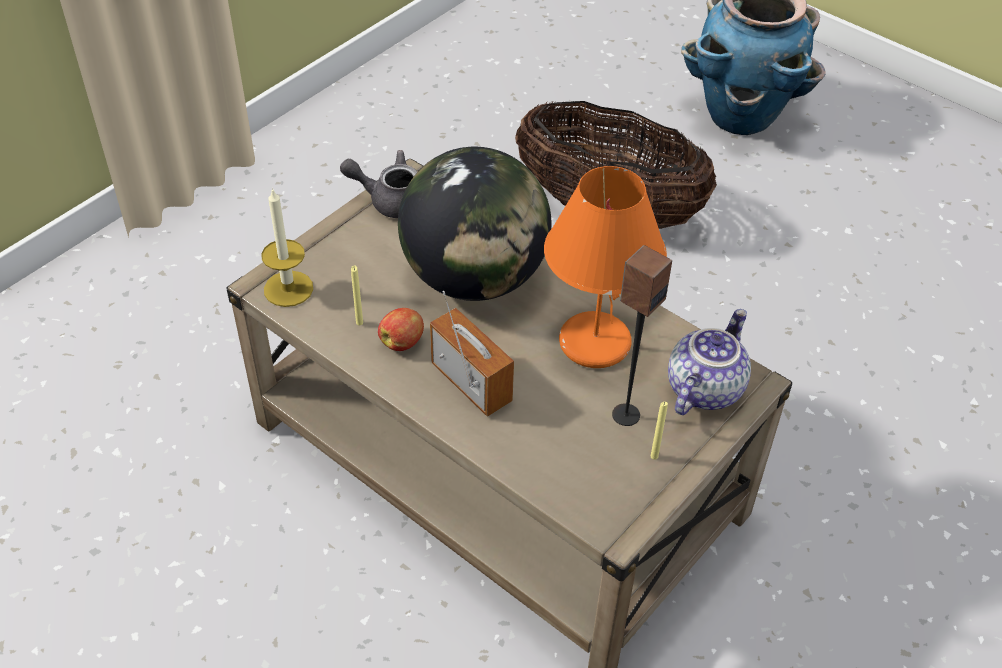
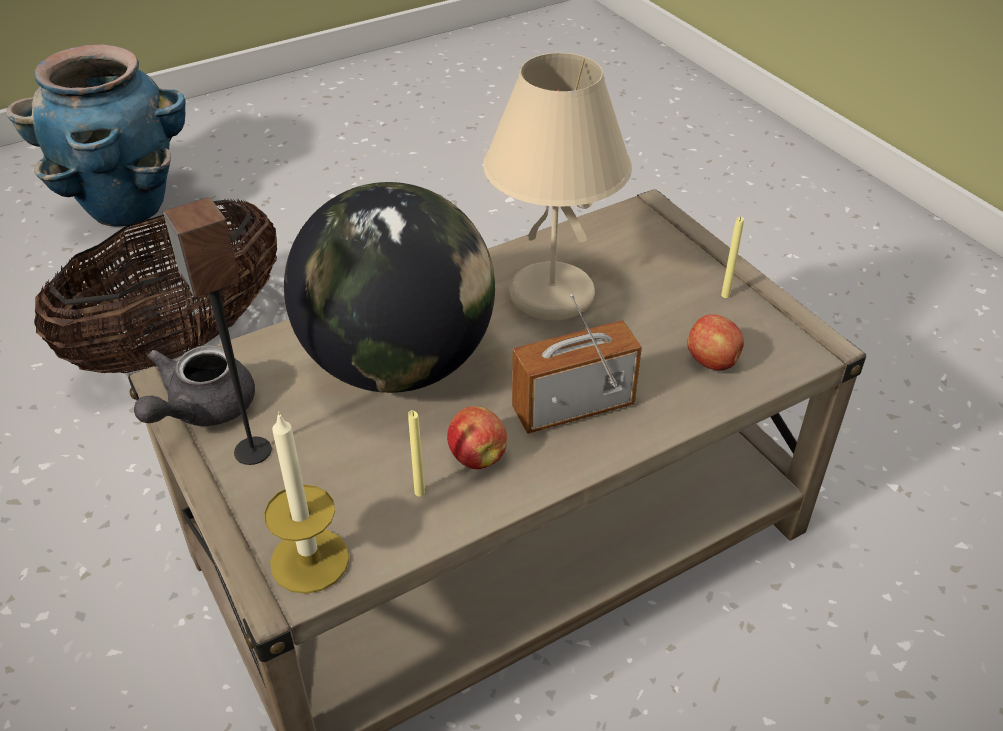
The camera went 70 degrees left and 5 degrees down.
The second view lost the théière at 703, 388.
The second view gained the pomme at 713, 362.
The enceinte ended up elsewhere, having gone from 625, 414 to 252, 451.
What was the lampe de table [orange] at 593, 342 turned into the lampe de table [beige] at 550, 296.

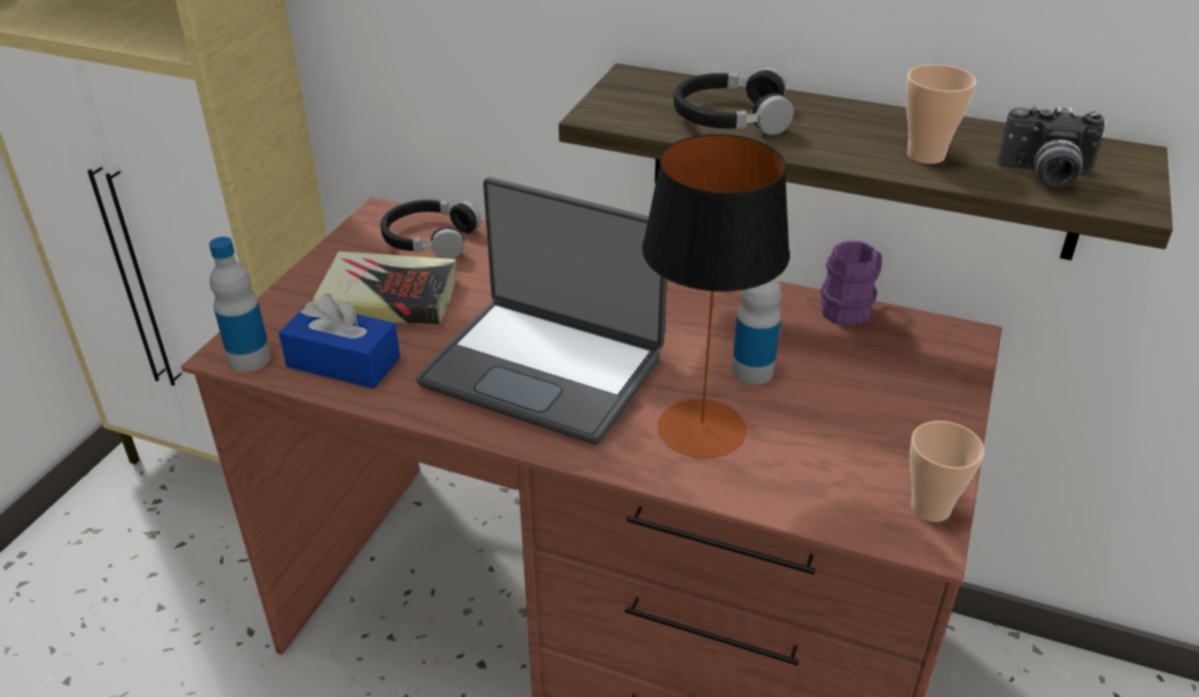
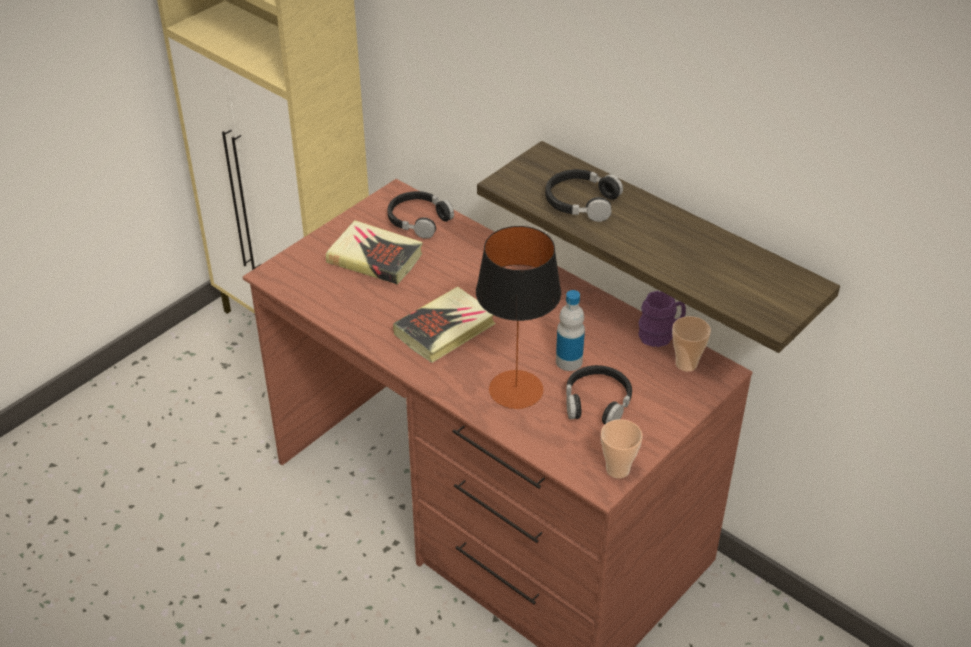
The camera went 20 degrees right and 5 degrees up.
The second view lost the bouteille at 249, 359.
The second view lost the boîte à mouchoirs [bleu] at 343, 362.
The second view lost the appareil photo at 1044, 175.
The second view gained the casque audio [noir] at 597, 402.
The tasse ended up elsewhere, having gone from 925, 155 to 686, 364.
Where the ordinateur portable stood at 545, 369, the livre came to stand at 445, 329.

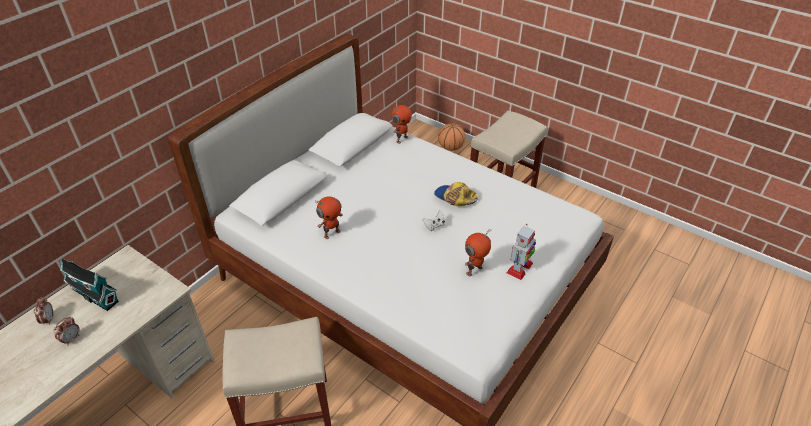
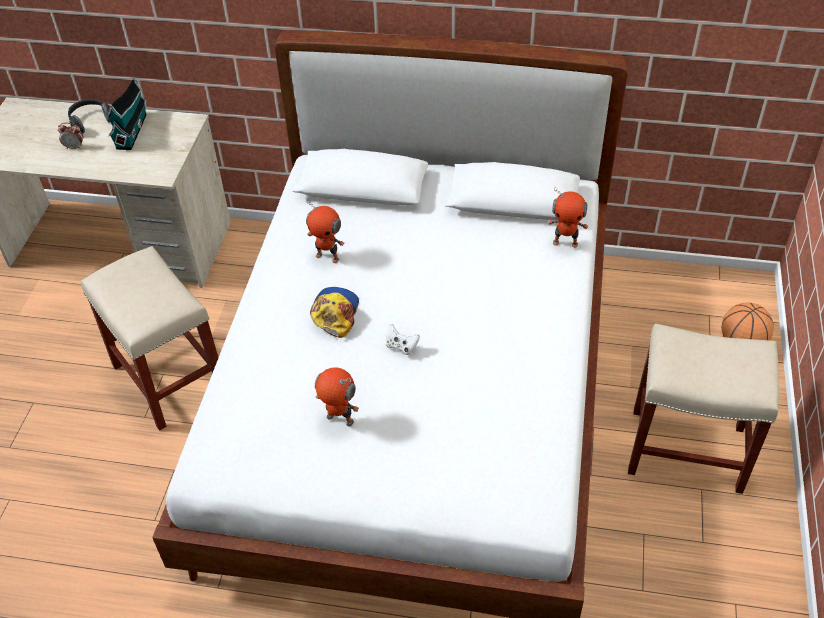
The camera went 65 degrees right and 5 degrees up.
The second view lost the robot jouet at 519, 268.
The casquette ended up elsewhere, having gone from 454, 198 to 335, 313.
Where the réveil stood at 48, 319, the casque audio came to stand at 90, 121.

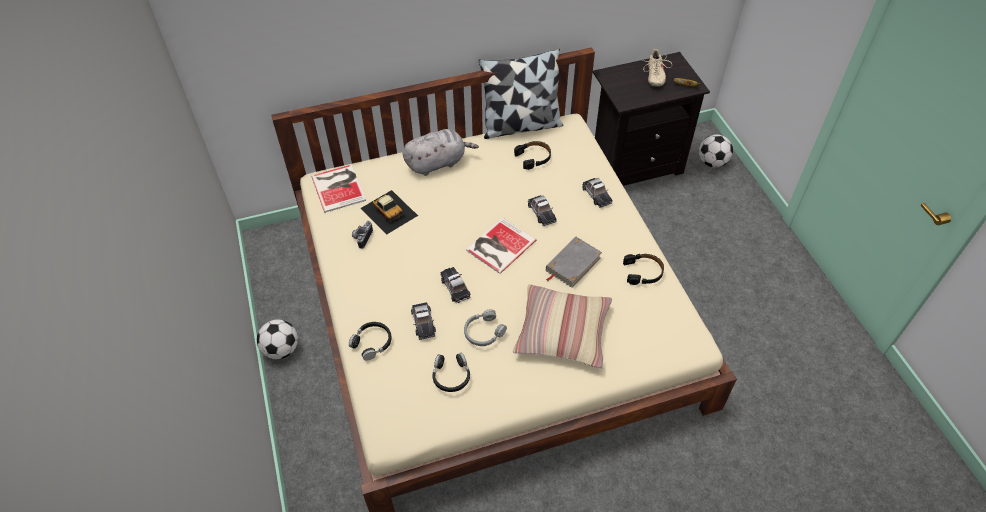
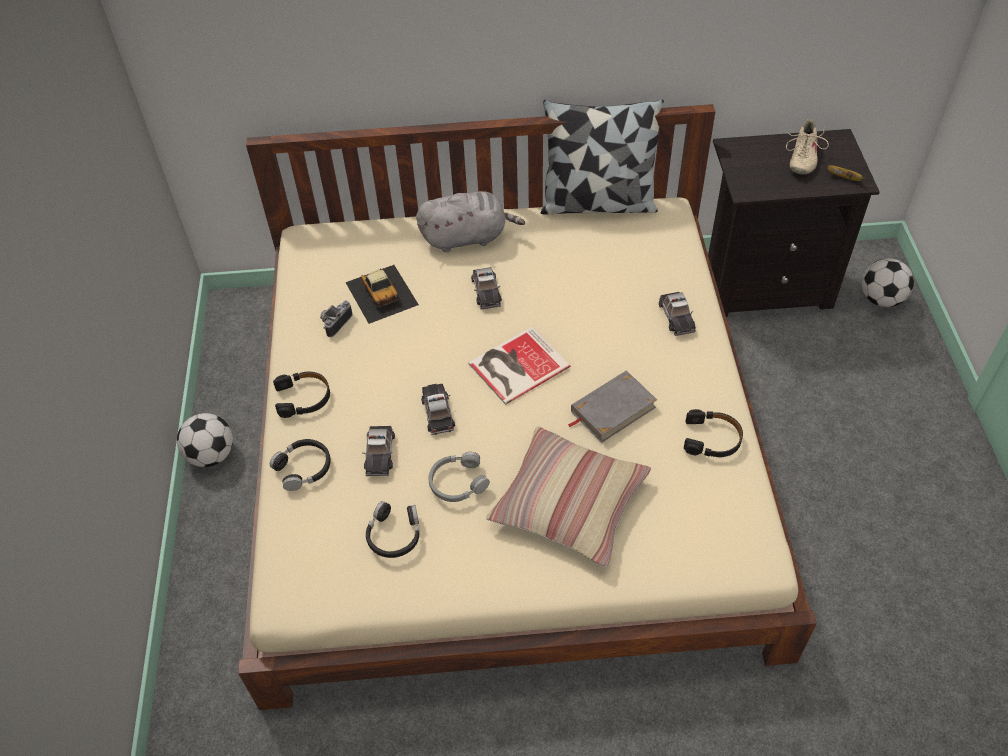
The camera went 15 degrees right and 0 degrees up.
The second view lost the livre at 339, 187.
The casque audio [noir] ended up elsewhere, having gone from 533, 157 to 303, 398.
The petite voiture ended up elsewhere, having gone from 541, 213 to 486, 291.

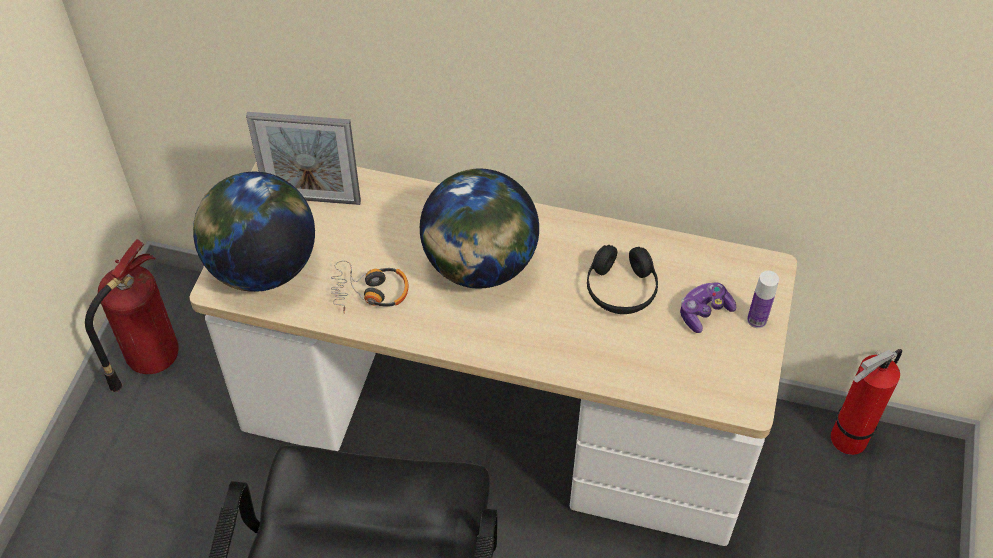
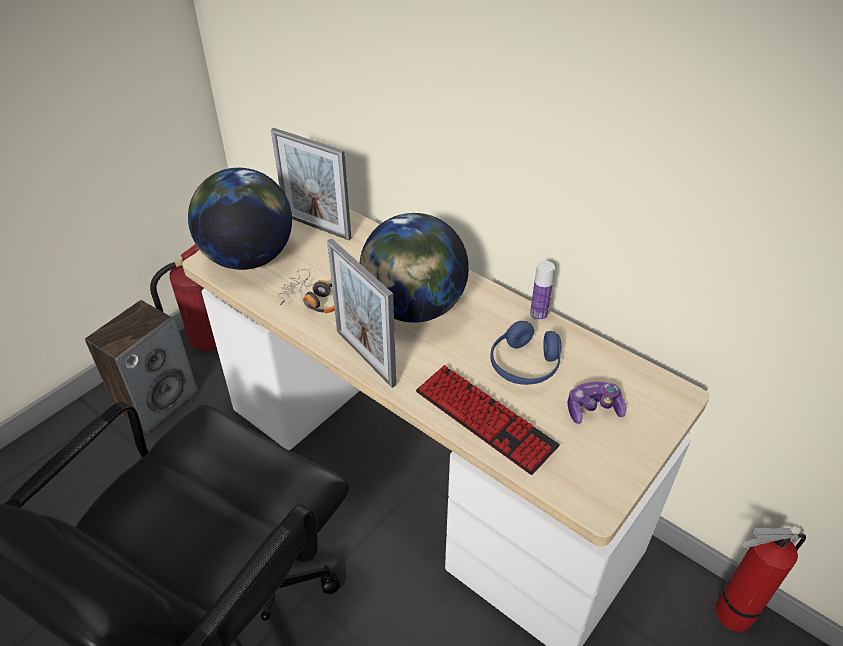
The camera went 25 degrees right and 10 degrees down.
The second view gained the enceinte at 158, 401.
The second view gained the cadre photo at 365, 357.
The second view gained the clavier at 484, 419.
The bouteille ended up elsewhere, having gone from 756, 320 to 538, 314.
What was the casque audio [noir] at 621, 289 turned into the casque audio [bleu] at 524, 365.

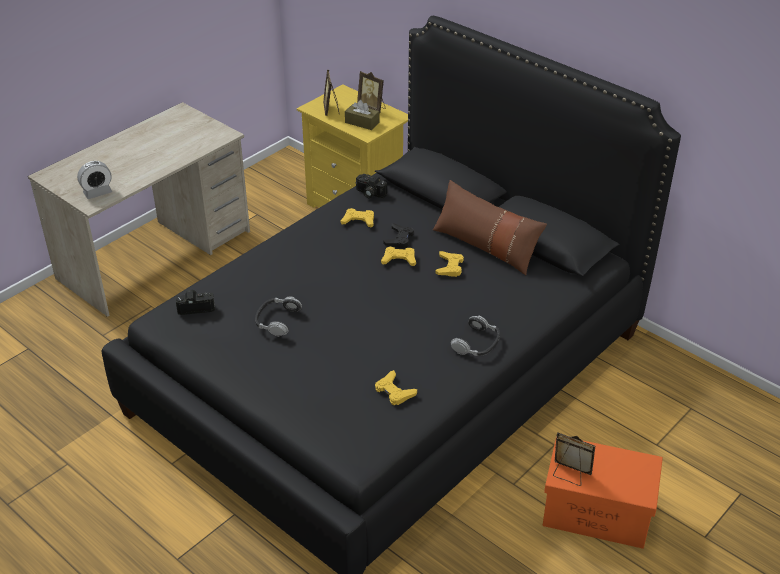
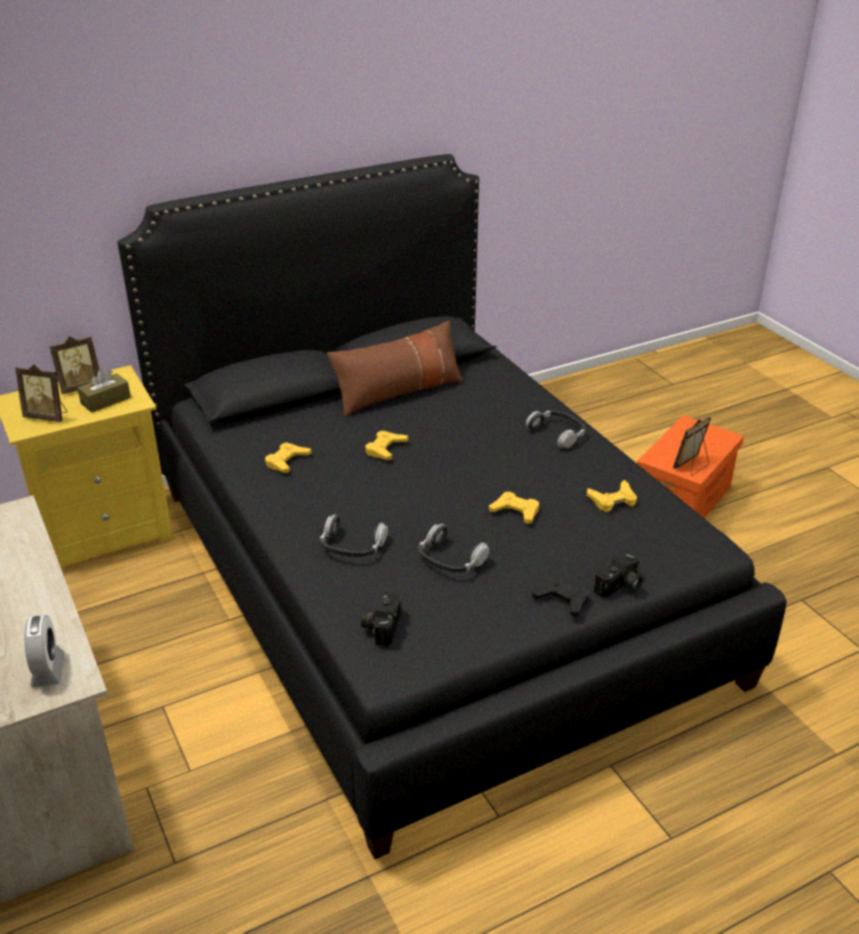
The camera went 70 degrees left and 5 degrees down.
The second view gained the casque audio at 352, 545.
The appareil photo ended up elsewhere, having gone from 369, 193 to 619, 586.
The manette [noir] ended up elsewhere, having gone from 399, 239 to 562, 600.
The manette [jaune] ended up elsewhere, having gone from 449, 267 to 515, 511.

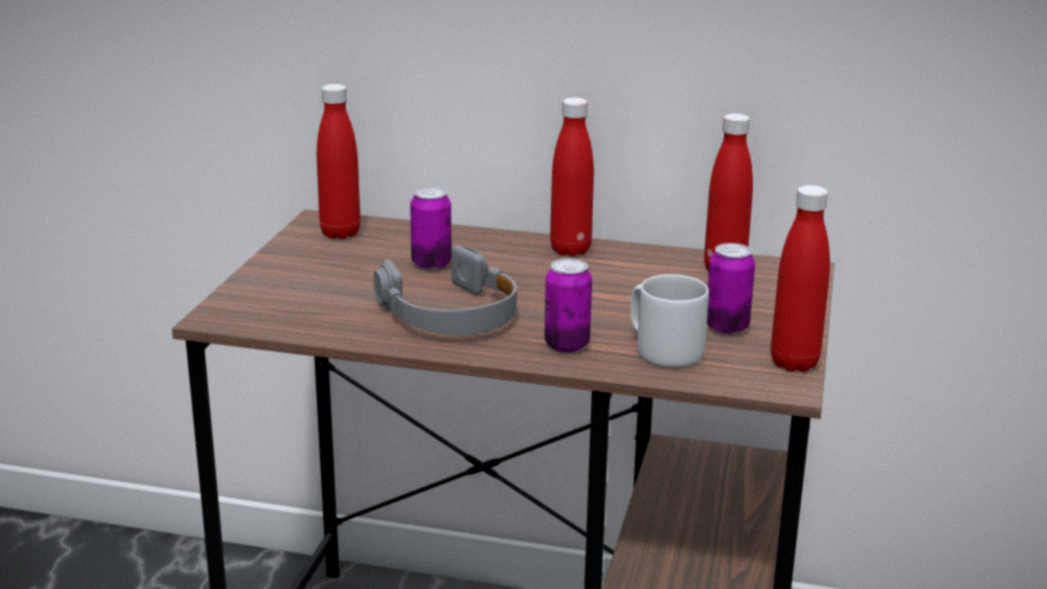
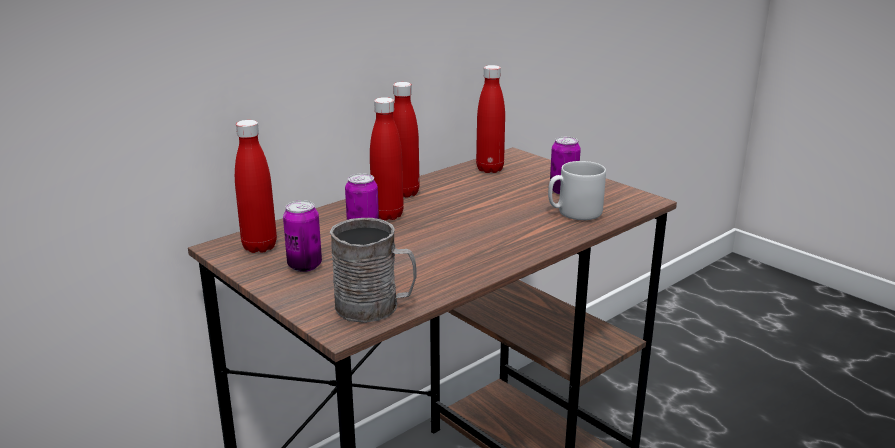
The camera went 55 degrees left and 0 degrees up.
The second view lost the casque audio [gris] at 451, 314.
The second view gained the mug [gris] at 375, 307.
The boîte métallique ended up elsewhere, having gone from 567, 345 to 304, 266.
The bouteille [rouge] ended up elsewhere, having gone from 794, 363 to 387, 215.

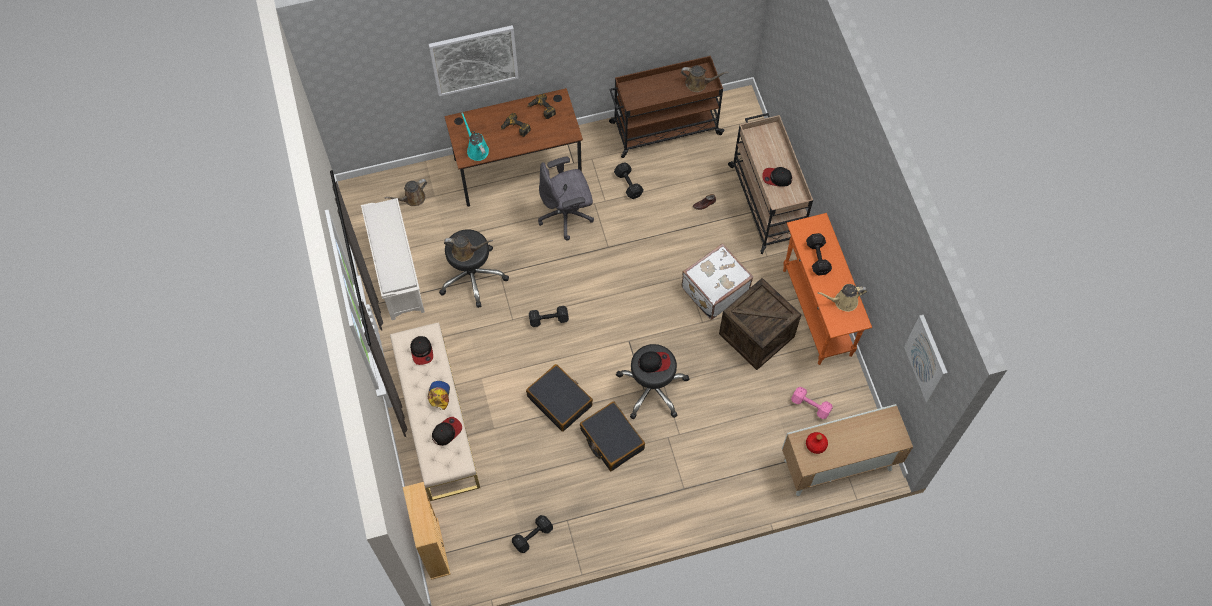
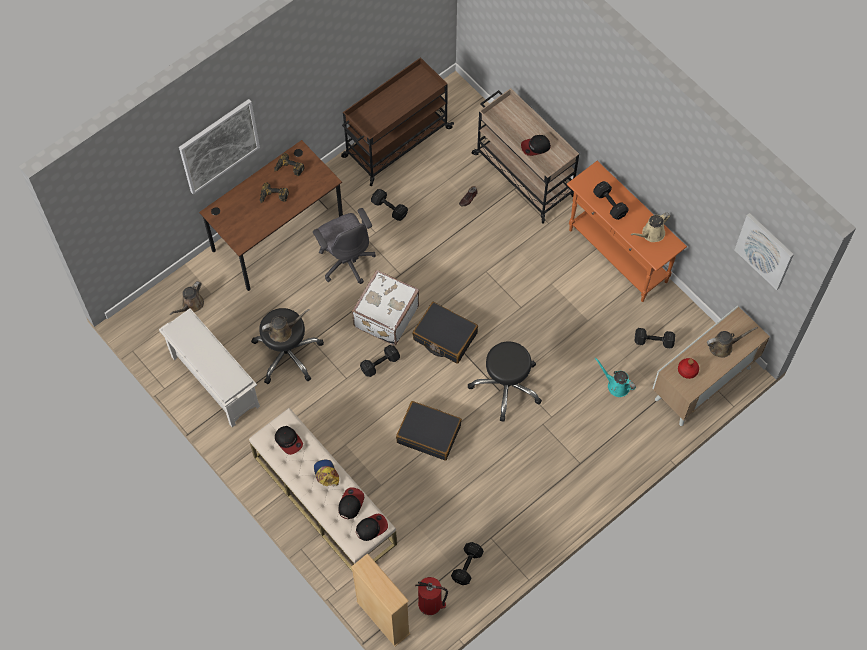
The camera went 25 degrees left and 0 degrees up.
The second view lost the caisse at 756, 335.
The second view gained the extincteur at 430, 604.
The arrosoir [turquoise] ended up elsewhere, having gone from 476, 149 to 616, 385.
The valise [noir] ended up elsewhere, having gone from 611, 439 to 445, 337.
The casquette ended up elsewhere, having gone from 654, 362 to 371, 527.
The arrosoir [marron] ended up elsewhere, having gone from 698, 83 to 723, 346.
The valise [blanc] ended up elsewhere, having gone from 714, 289 to 385, 316.
What was the haltère [rose] at 811, 406 turned into the haltère [noir] at 654, 342.
The chaise de bureau [gris] at 566, 215 ended up facing another way, 75 degrees counterclockwise from before.

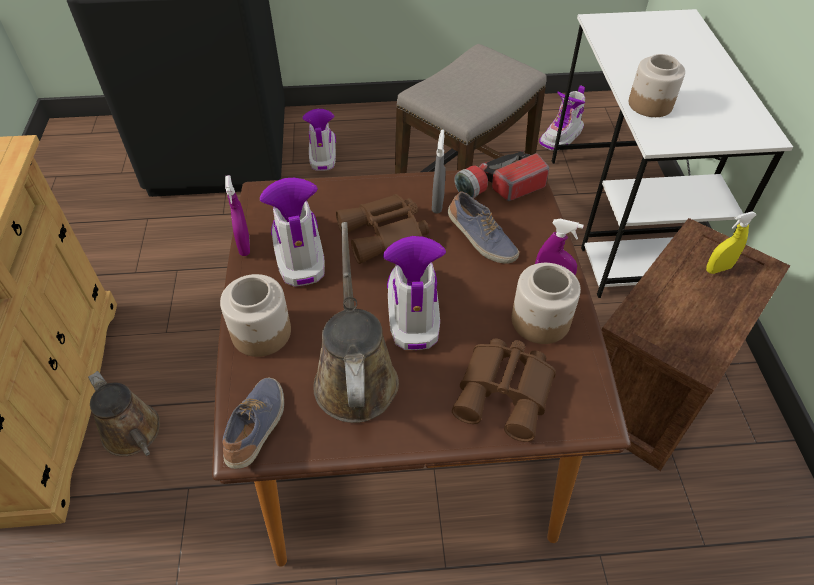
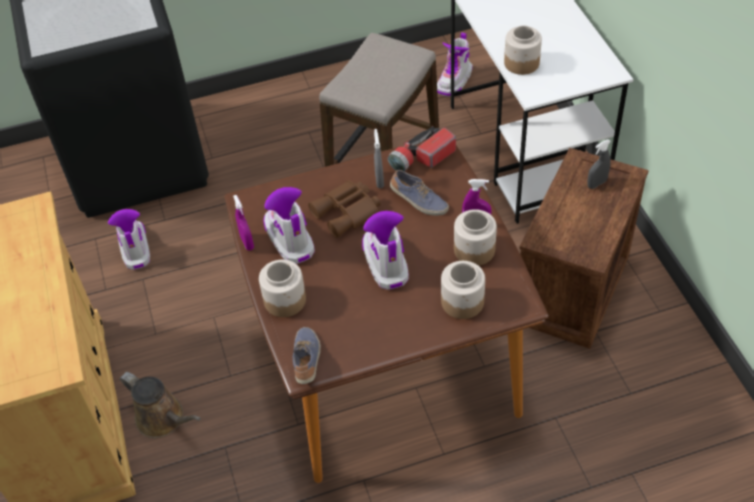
The camera went 10 degrees left and 0 degrees up.
The second view lost the arrosoir [marron] at 355, 376.
The botte ended up elsewhere, having gone from 322, 154 to 135, 248.
Where the jumelles [marron] stood at 506, 392, the bocal came to stand at 463, 301.
What was the vaporisateur [jaune] at 718, 269 turned into the vaporisateur [gris] at 596, 184.

